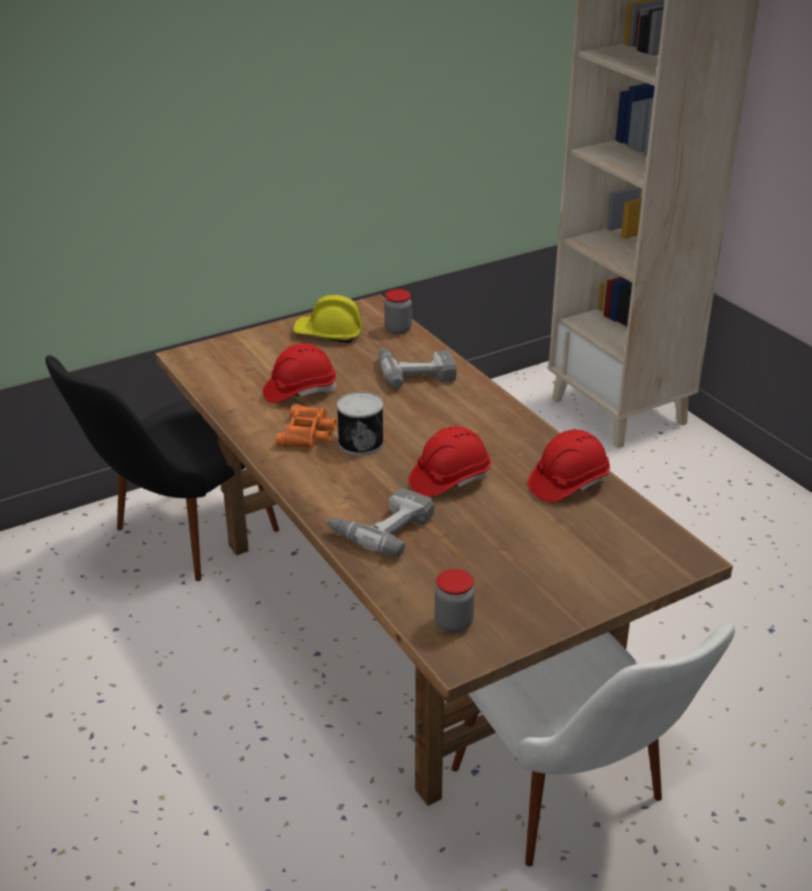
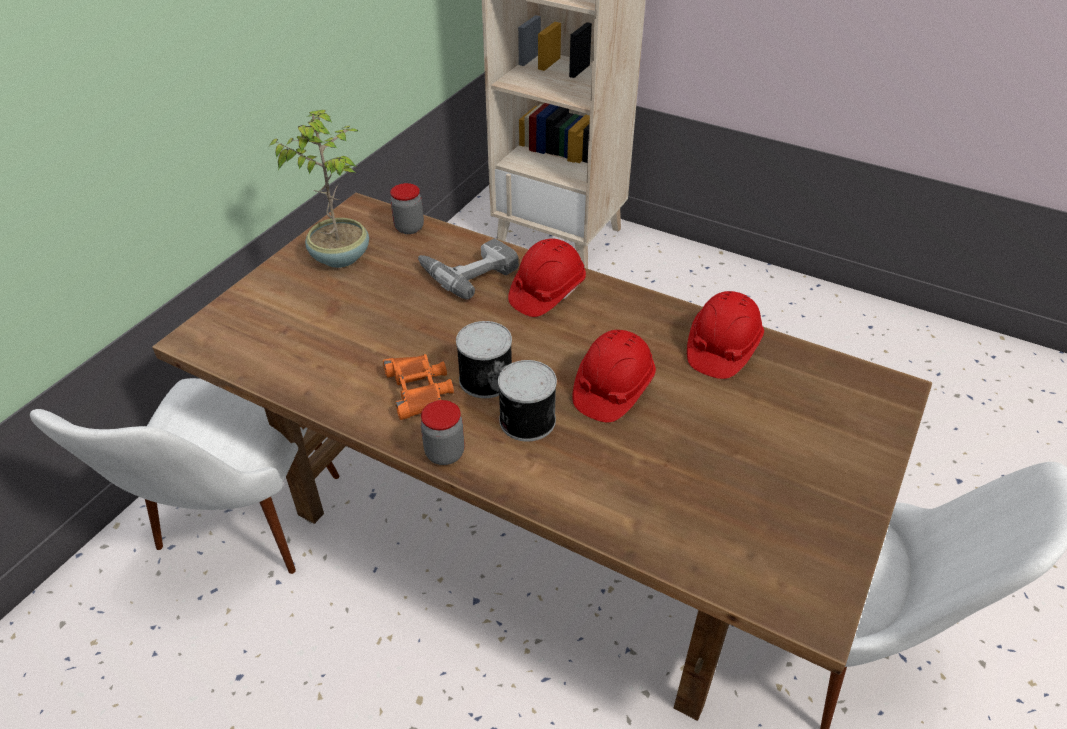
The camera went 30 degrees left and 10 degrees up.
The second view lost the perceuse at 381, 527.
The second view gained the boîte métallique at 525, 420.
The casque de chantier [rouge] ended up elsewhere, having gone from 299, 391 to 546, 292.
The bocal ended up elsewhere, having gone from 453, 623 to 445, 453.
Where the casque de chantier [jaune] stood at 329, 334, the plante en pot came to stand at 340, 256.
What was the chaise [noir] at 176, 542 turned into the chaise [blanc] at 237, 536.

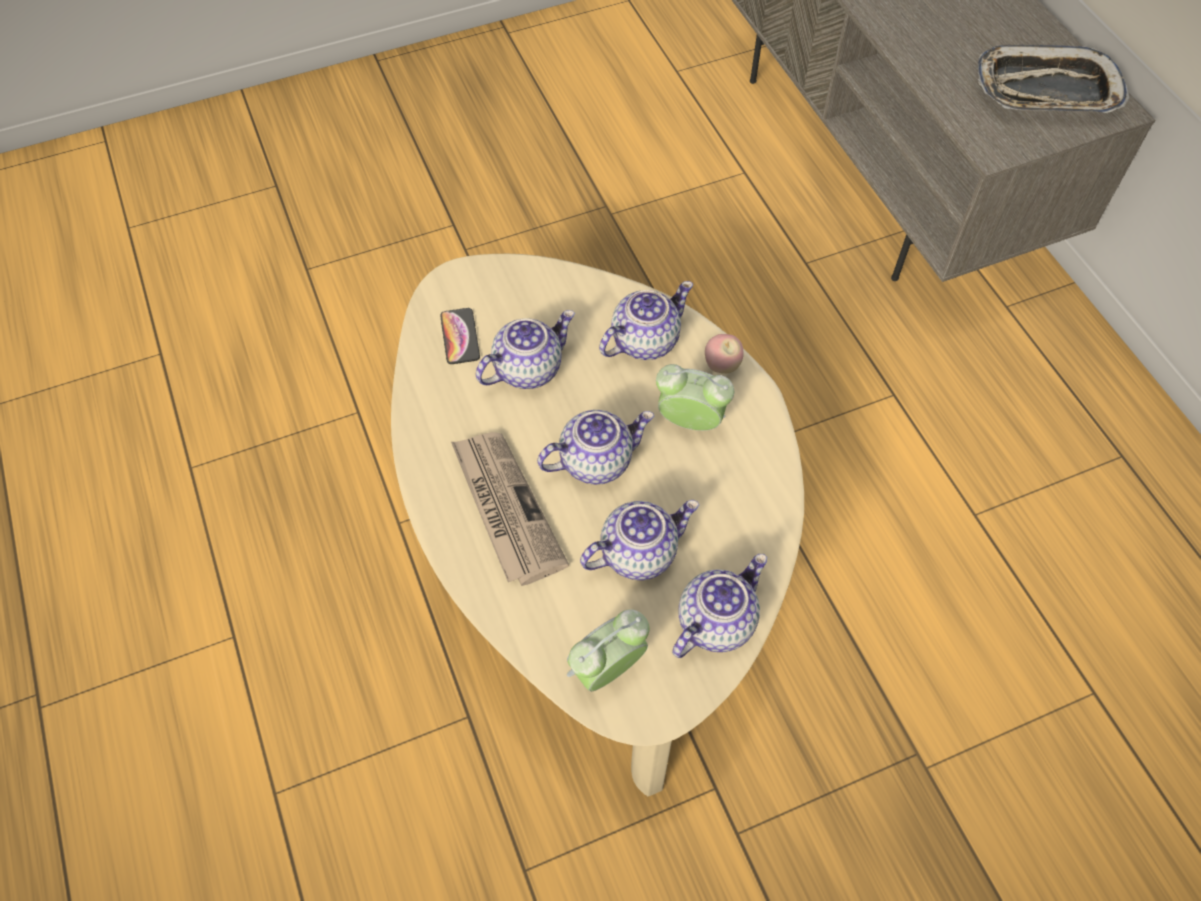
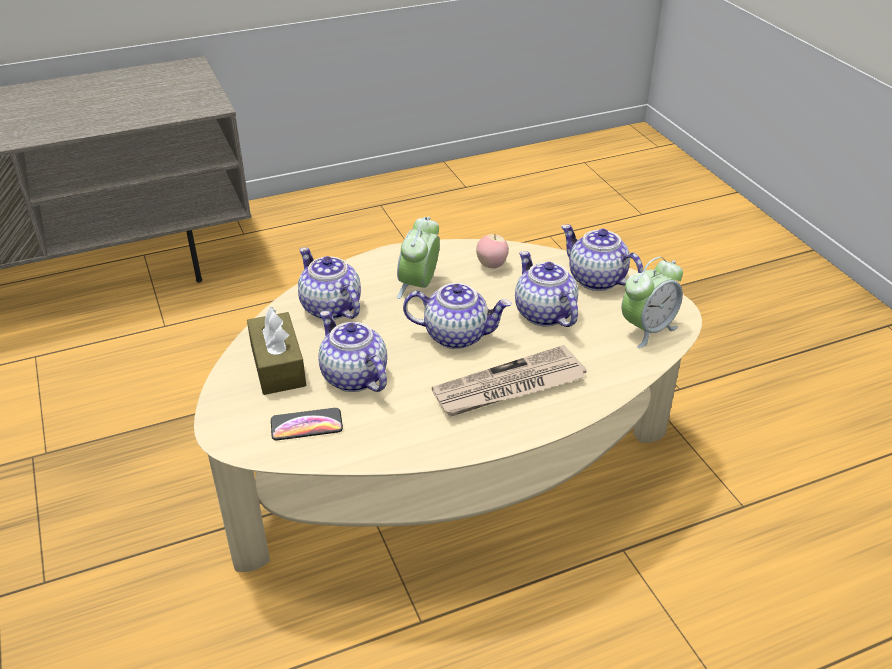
The camera went 90 degrees left and 20 degrees down.
The second view lost the plateau at 1046, 91.
The second view gained the boîte à mouchoirs [marron] at 278, 365.
The pomme ended up elsewhere, having gone from 722, 366 to 491, 265.
The théière at 596, 460 ended up facing another way, 120 degrees clockwise from before.
The réveil at 607, 669 ended up facing another way, 90 degrees counterclockwise from before.

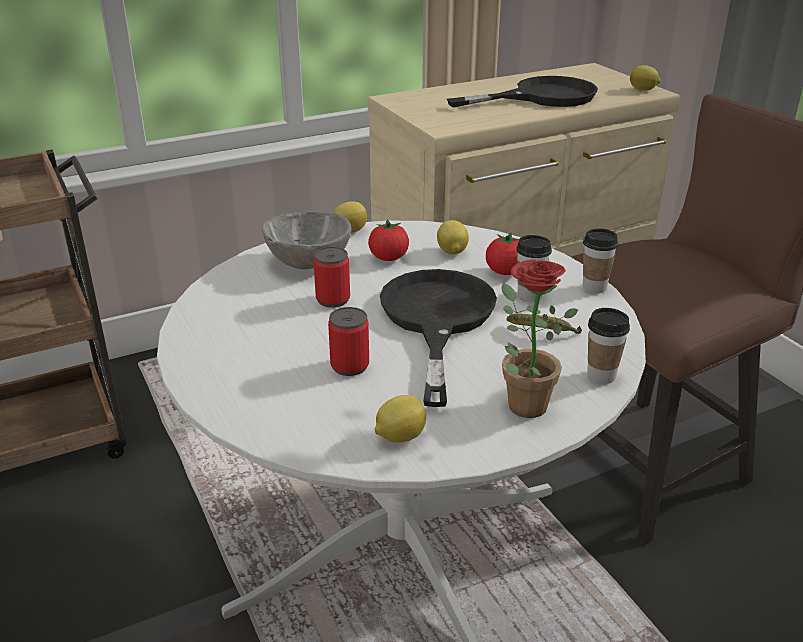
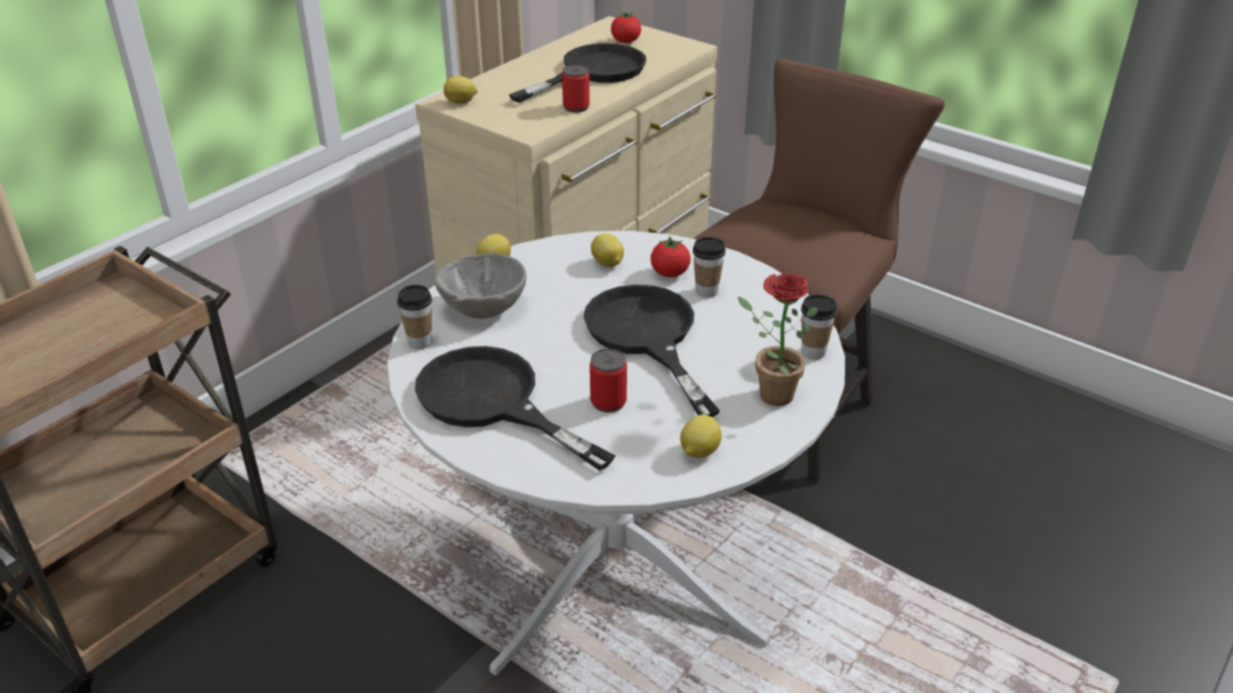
The camera went 25 degrees left and 5 degrees up.
The second view lost the banane at 543, 333.
The second view gained the poêle [noir] at 493, 402.
The boîte métallique ended up elsewhere, having gone from 333, 300 to 576, 107.
The tomate ended up elsewhere, having gone from 388, 258 to 625, 42.
The tasse ended up elsewhere, having gone from 594, 287 to 420, 342.
The citron ended up elsewhere, having gone from 643, 90 to 461, 102.

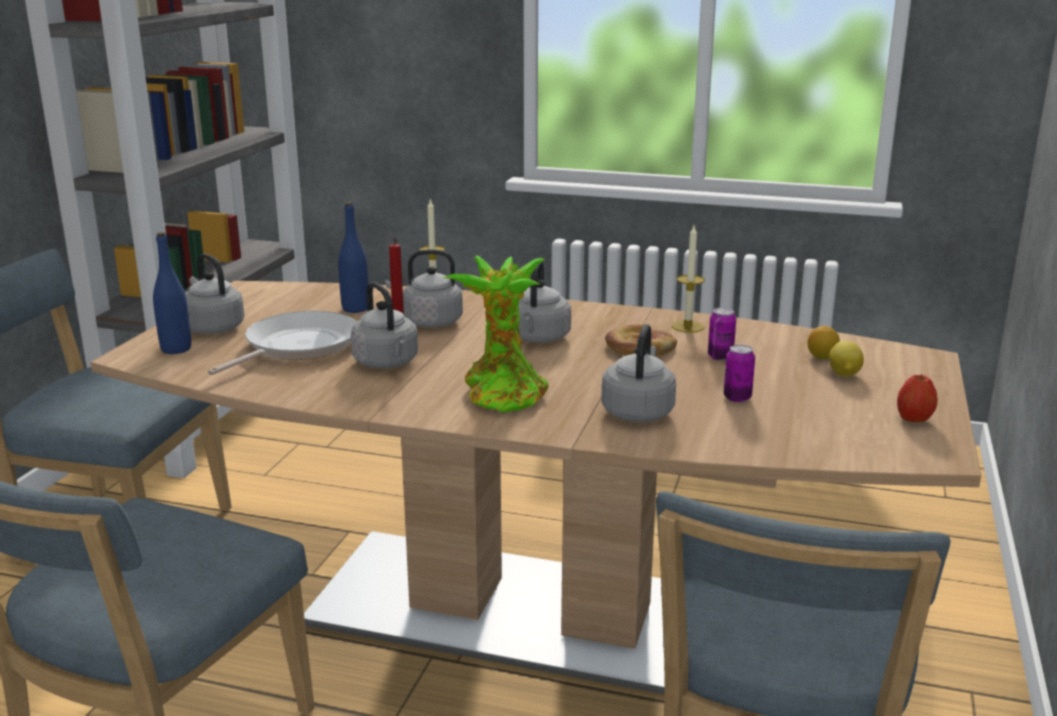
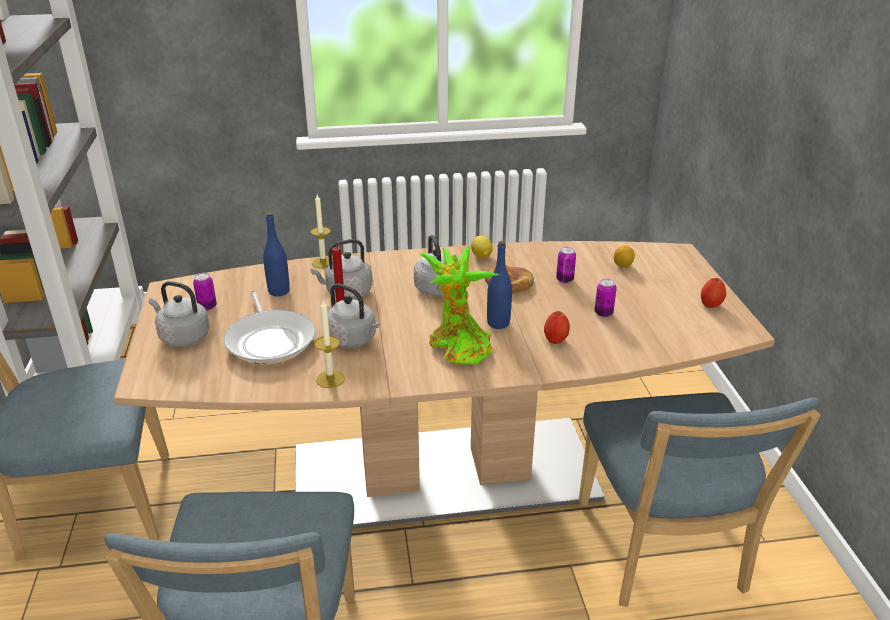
The camera went 25 degrees left and 10 degrees up.
The second view gained the boîte métallique at 207, 307.
The bouteille [bleu] ended up elsewhere, having gone from 176, 349 to 498, 323.
The bougie ended up elsewhere, having gone from 687, 326 to 330, 379.
The citron ended up elsewhere, having gone from 843, 375 to 481, 256.
Where the bouilloire [gris] stood at 638, 411, the pomme came to stand at 555, 340.
The poêle at 297, 346 ended up facing another way, 150 degrees clockwise from before.

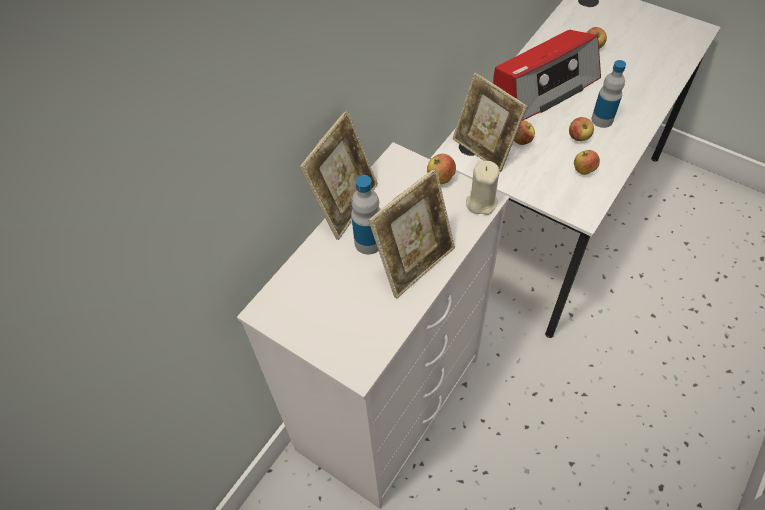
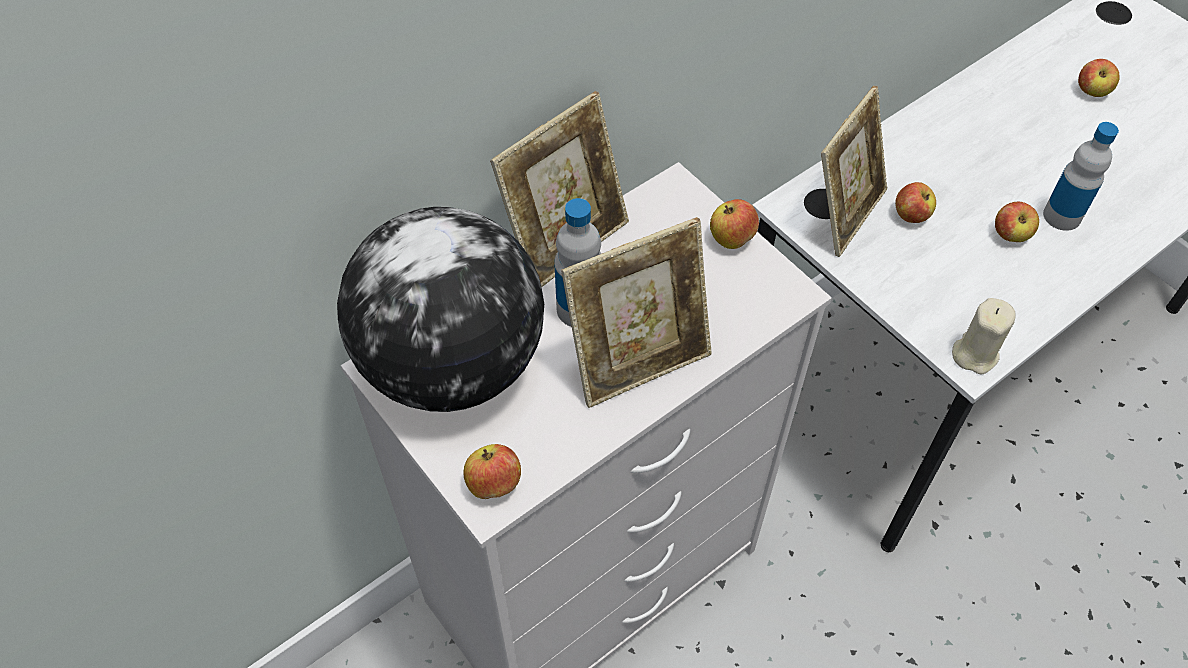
The camera went 15 degrees right and 0 degrees up.
The second view lost the radio at 543, 86.
The second view gained the globe at 451, 365.
The bougie [beige] ended up elsewhere, having gone from 481, 202 to 974, 354.
The pomme ended up elsewhere, having gone from 584, 170 to 494, 484.
The cadre photo at 484, 149 ended up facing another way, 120 degrees counterclockwise from before.

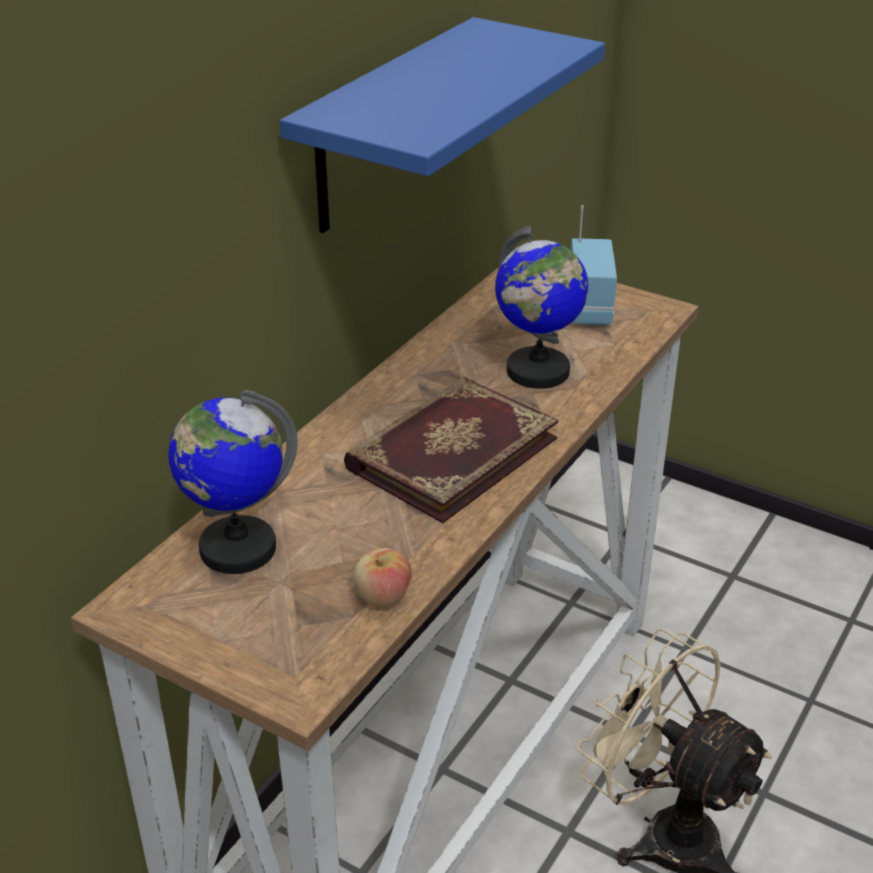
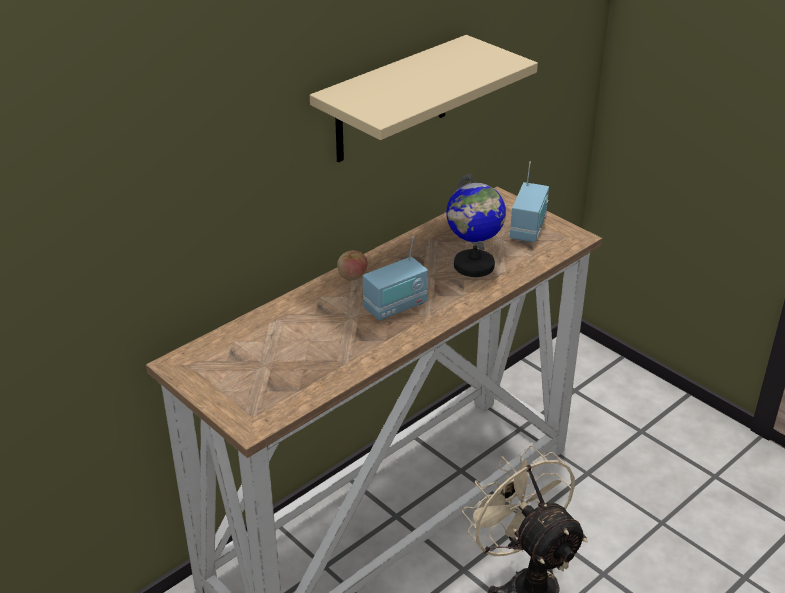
The camera went 15 degrees right and 0 degrees up.
The second view lost the globe at 237, 548.
The pomme ended up elsewhere, having gone from 382, 597 to 352, 276.
Where the livre stood at 450, 452, the radio came to stand at 395, 307.
What was the étagère [bleu] at 386, 127 turned into the étagère [beige] at 392, 100.

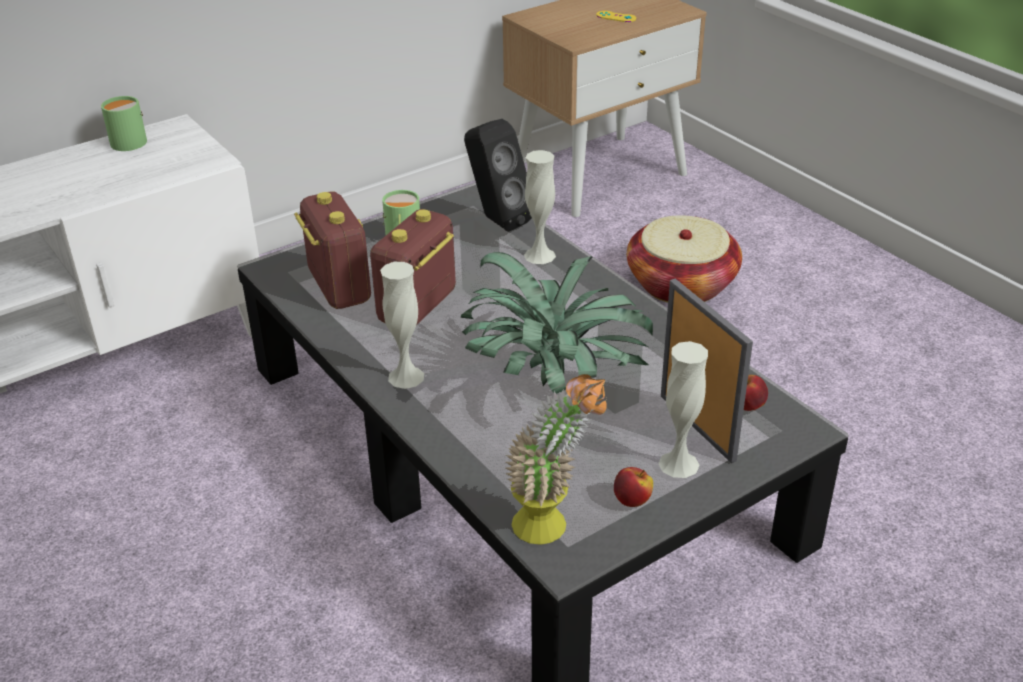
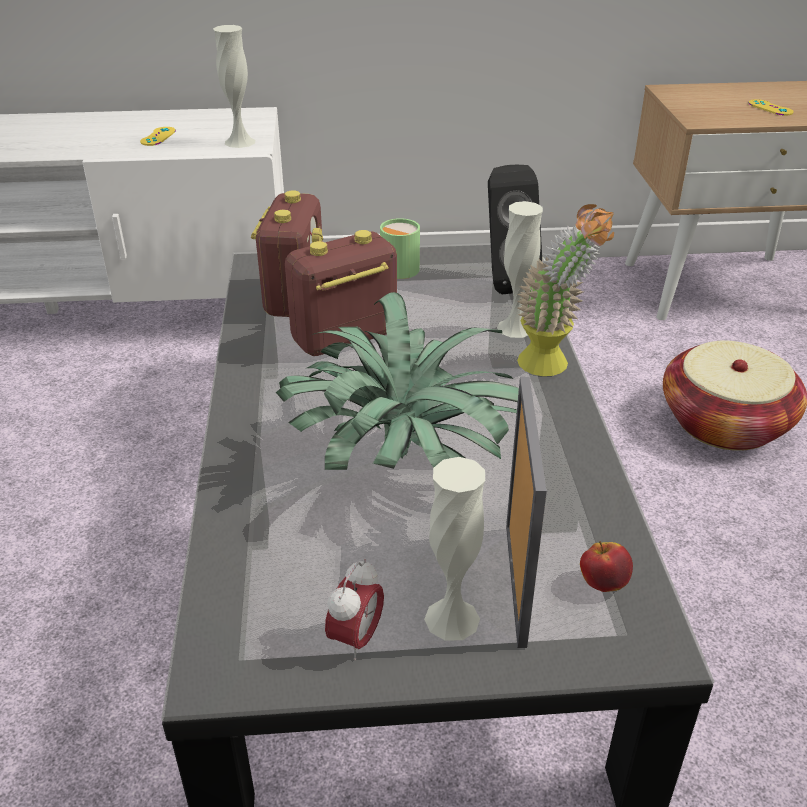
The camera went 30 degrees right and 0 degrees up.
The second view lost the mug [vert] at 127, 141.
The second view gained the manette [jaune] at 158, 136.
The vase [blanc] ended up elsewhere, having gone from 406, 377 to 240, 142.
The plante en pot ended up elsewhere, having gone from 553, 528 to 553, 368.
Where the pomme stood at 632, 500, the réveil came to stand at 356, 638.

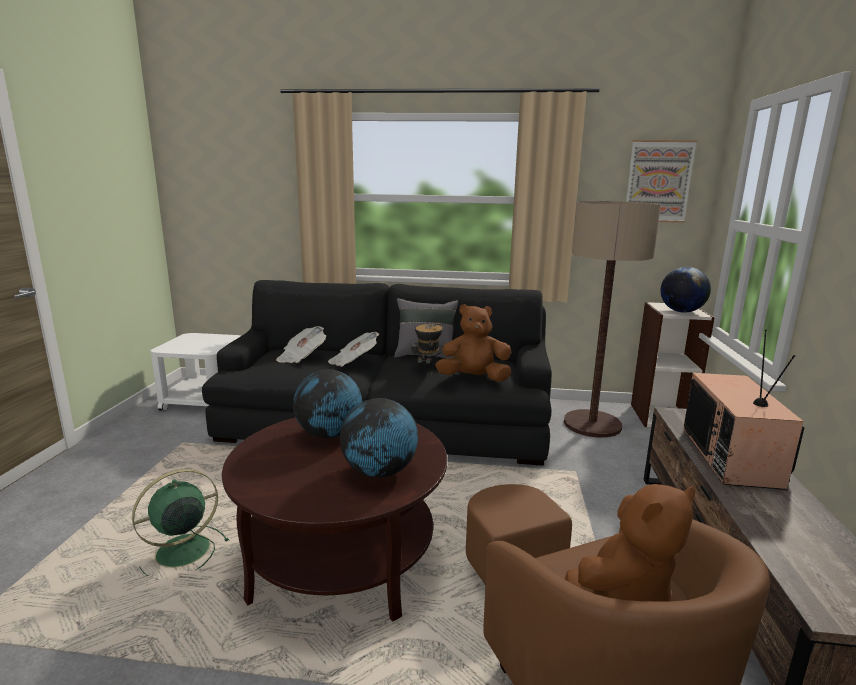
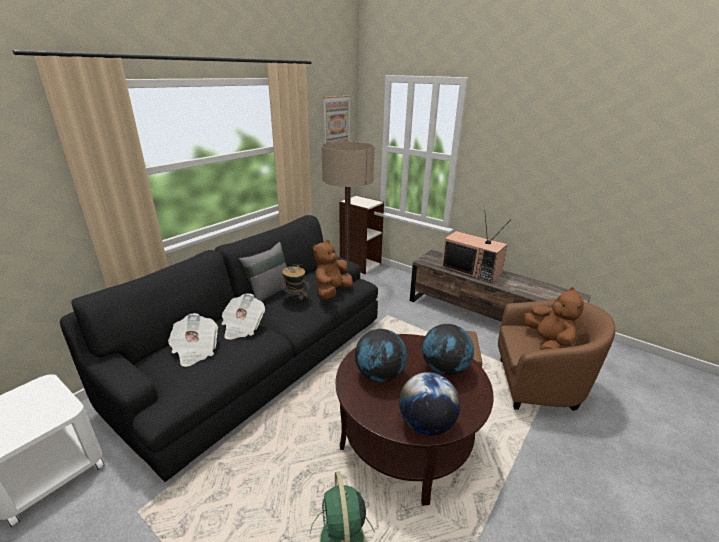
The camera went 60 degrees left and 10 degrees up.
The globe ended up elsewhere, having gone from 681, 312 to 426, 424.

